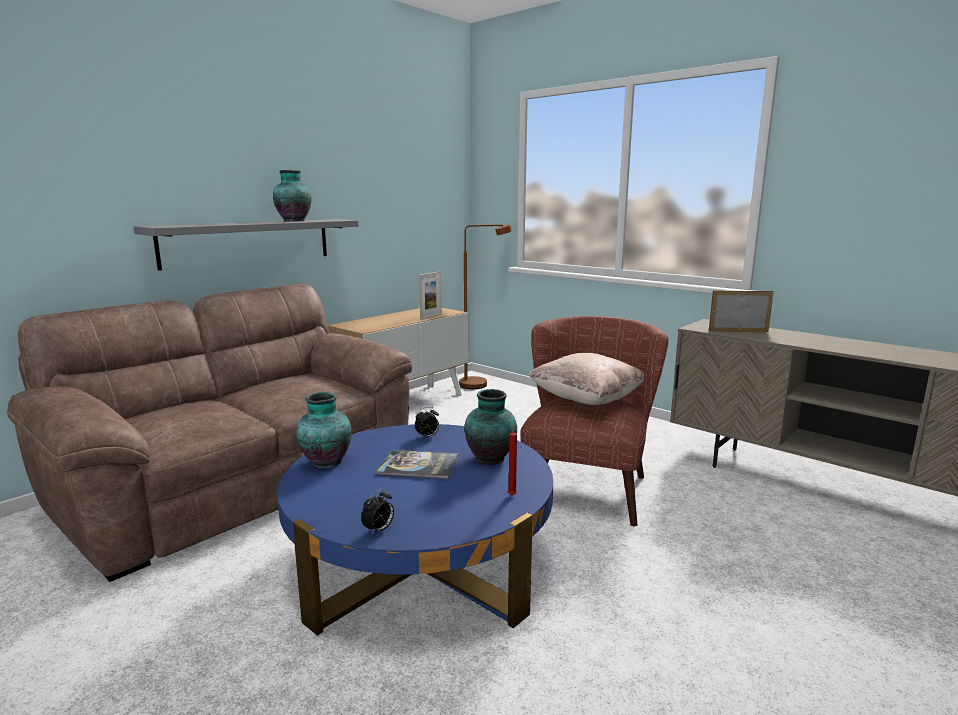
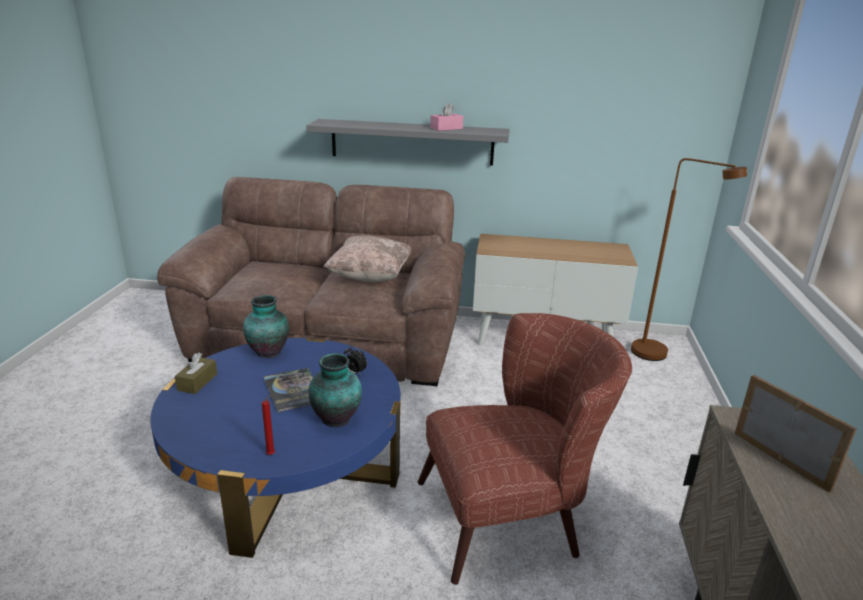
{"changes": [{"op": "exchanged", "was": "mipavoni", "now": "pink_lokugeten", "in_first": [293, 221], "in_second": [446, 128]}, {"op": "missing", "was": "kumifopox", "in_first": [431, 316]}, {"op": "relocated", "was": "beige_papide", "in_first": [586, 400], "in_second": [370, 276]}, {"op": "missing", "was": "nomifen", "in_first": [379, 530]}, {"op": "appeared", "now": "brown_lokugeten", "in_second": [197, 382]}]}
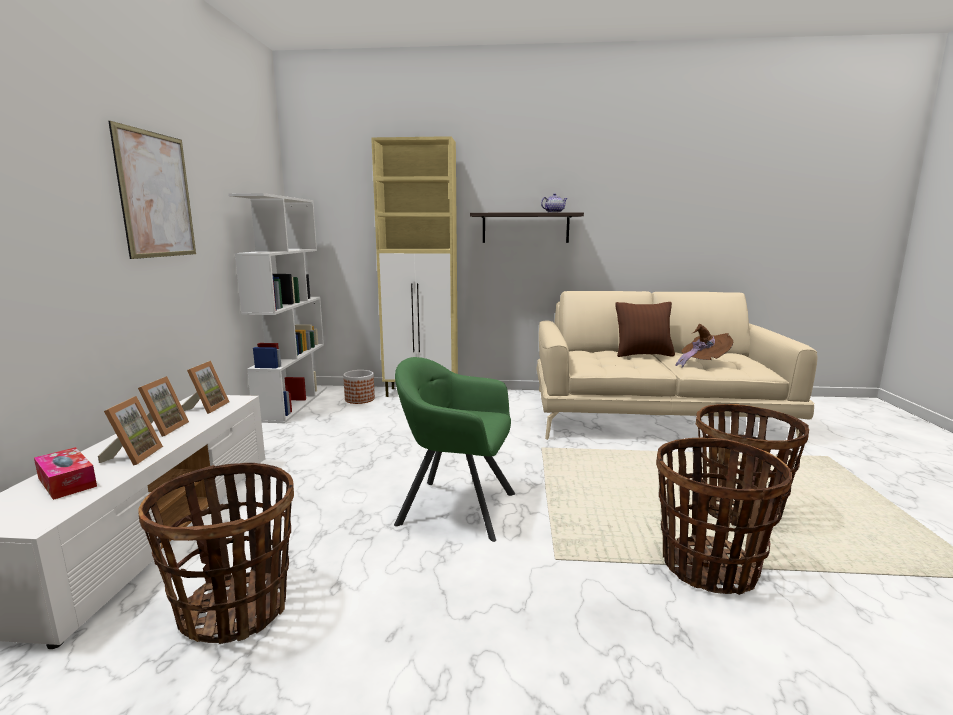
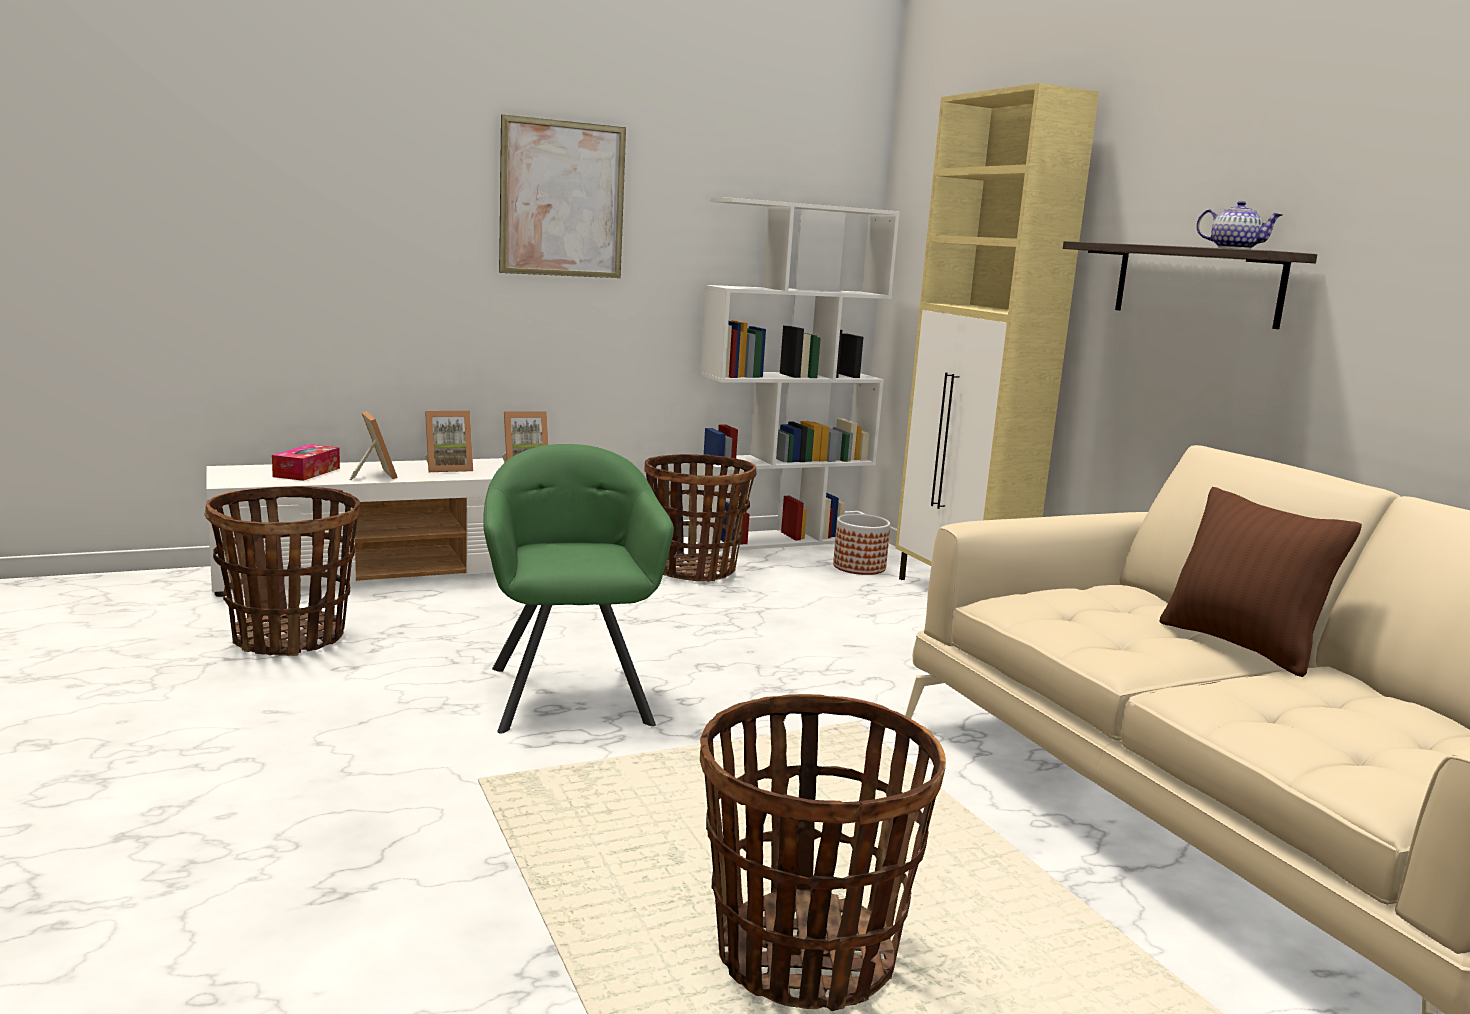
{"changes": [{"op": "missing", "was": "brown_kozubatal", "in_first": [702, 364]}, {"op": "spun", "was": "kumifopox", "in_first": [133, 456], "in_second": [373, 475], "clockwise": -90}, {"op": "relocated", "was": "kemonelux", "in_first": [708, 567], "in_second": [694, 570]}]}
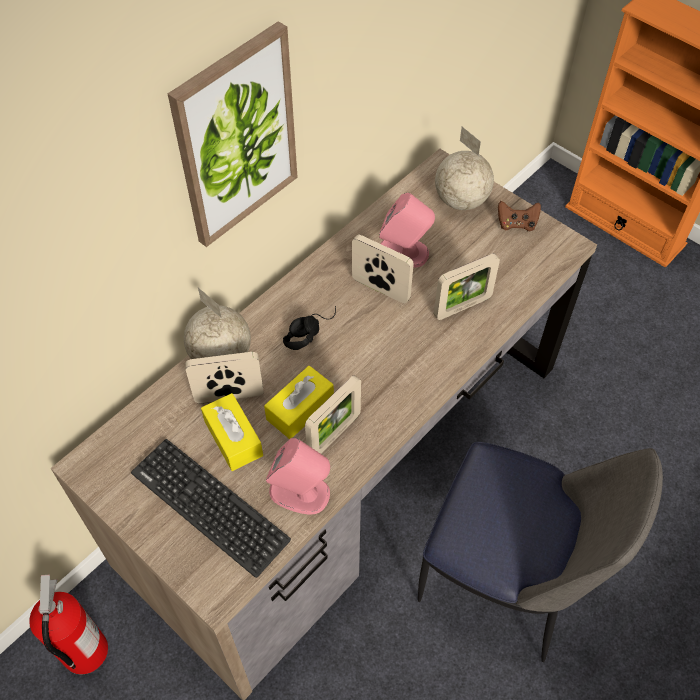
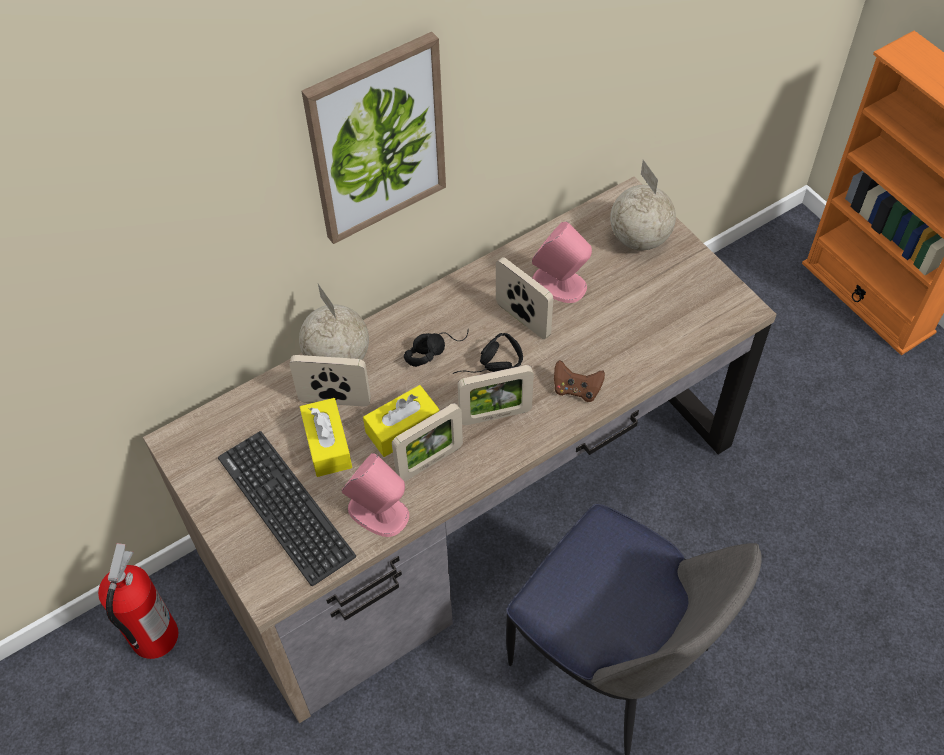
{"changes": [{"op": "relocated", "was": "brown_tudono", "in_first": [516, 224], "in_second": [576, 389]}, {"op": "relocated", "was": "kumifopox", "in_first": [462, 307], "in_second": [495, 415]}, {"op": "appeared", "now": "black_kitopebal", "in_second": [490, 370]}]}
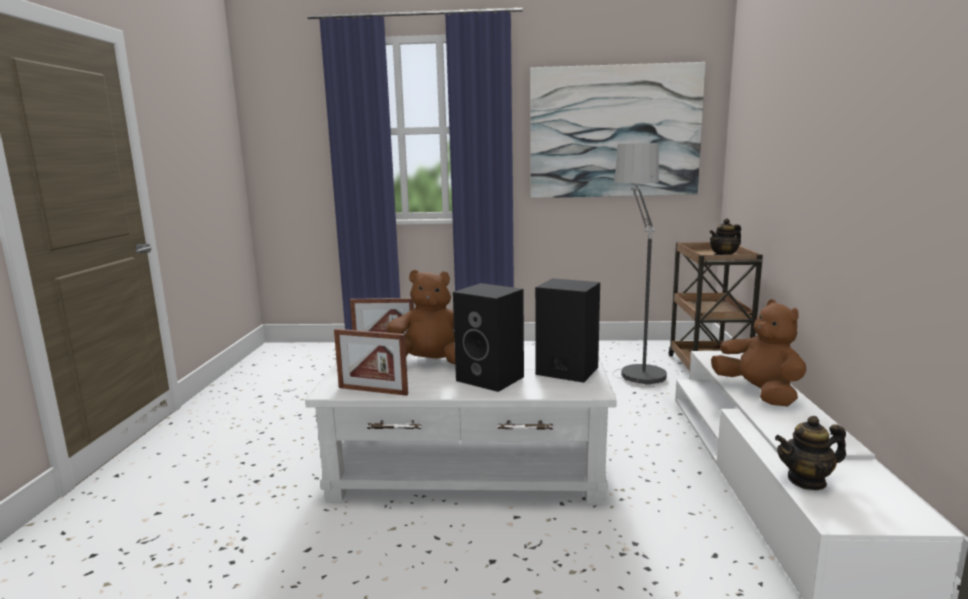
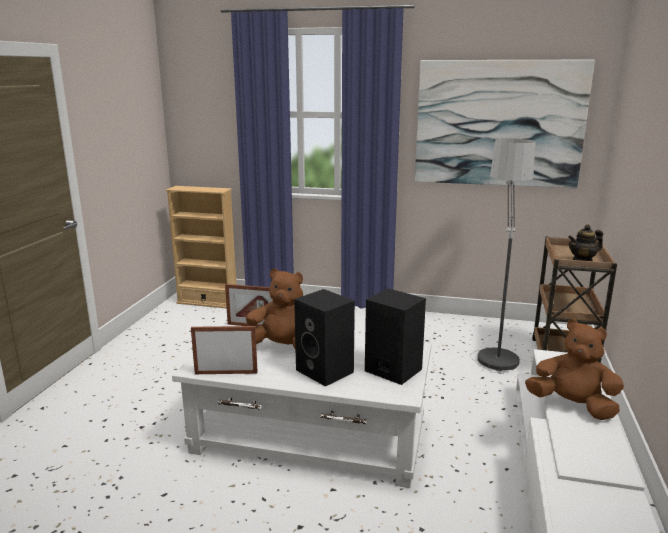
{"changes": [{"op": "spun", "was": "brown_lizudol", "in_first": [759, 393], "in_second": [572, 406], "clockwise": -45}, {"op": "spun", "was": "kumifopox", "in_first": [373, 391], "in_second": [226, 373], "clockwise": 150}, {"op": "missing", "was": "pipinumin", "in_first": [807, 481]}, {"op": "appeared", "now": "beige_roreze", "in_second": [207, 302]}]}
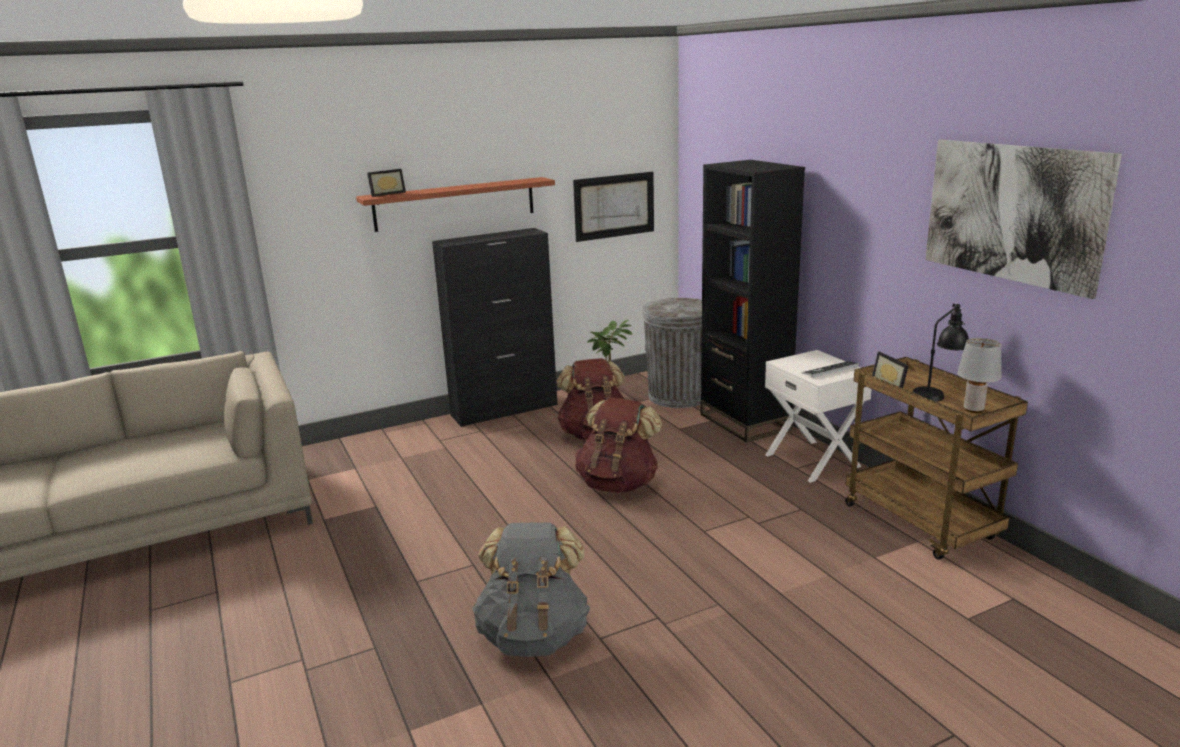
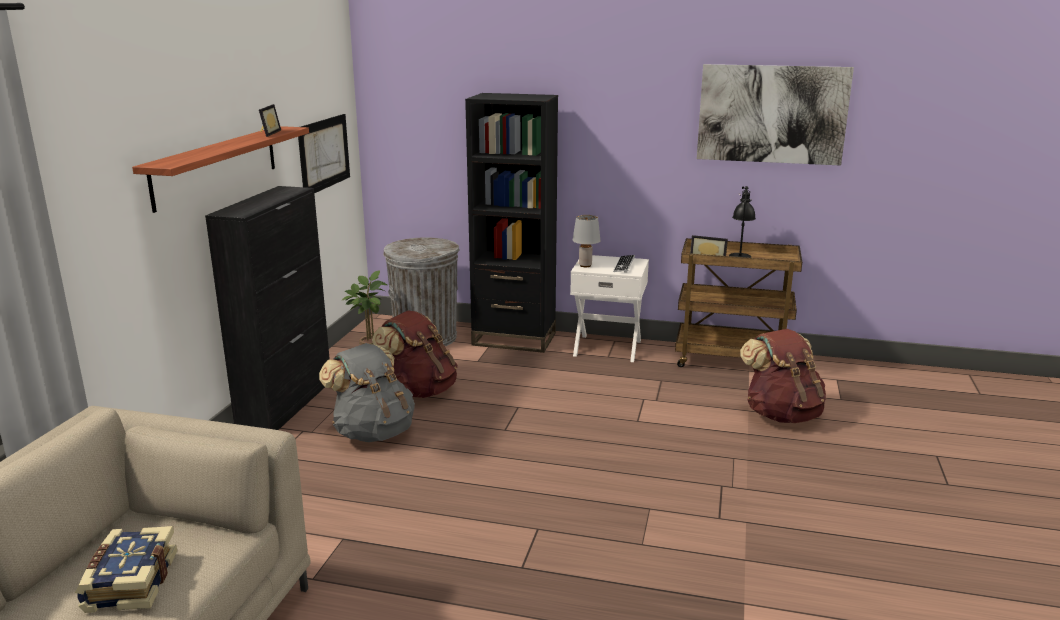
{"changes": [{"op": "relocated", "was": "kumifopox", "in_first": [386, 194], "in_second": [267, 133]}, {"op": "relocated", "was": "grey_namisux", "in_first": [973, 409], "in_second": [585, 265]}, {"op": "relocated", "was": "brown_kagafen", "in_first": [618, 483], "in_second": [781, 414]}, {"op": "relocated", "was": "grey_kagafen", "in_first": [534, 635], "in_second": [373, 432]}, {"op": "appeared", "now": "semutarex", "in_second": [129, 582]}]}
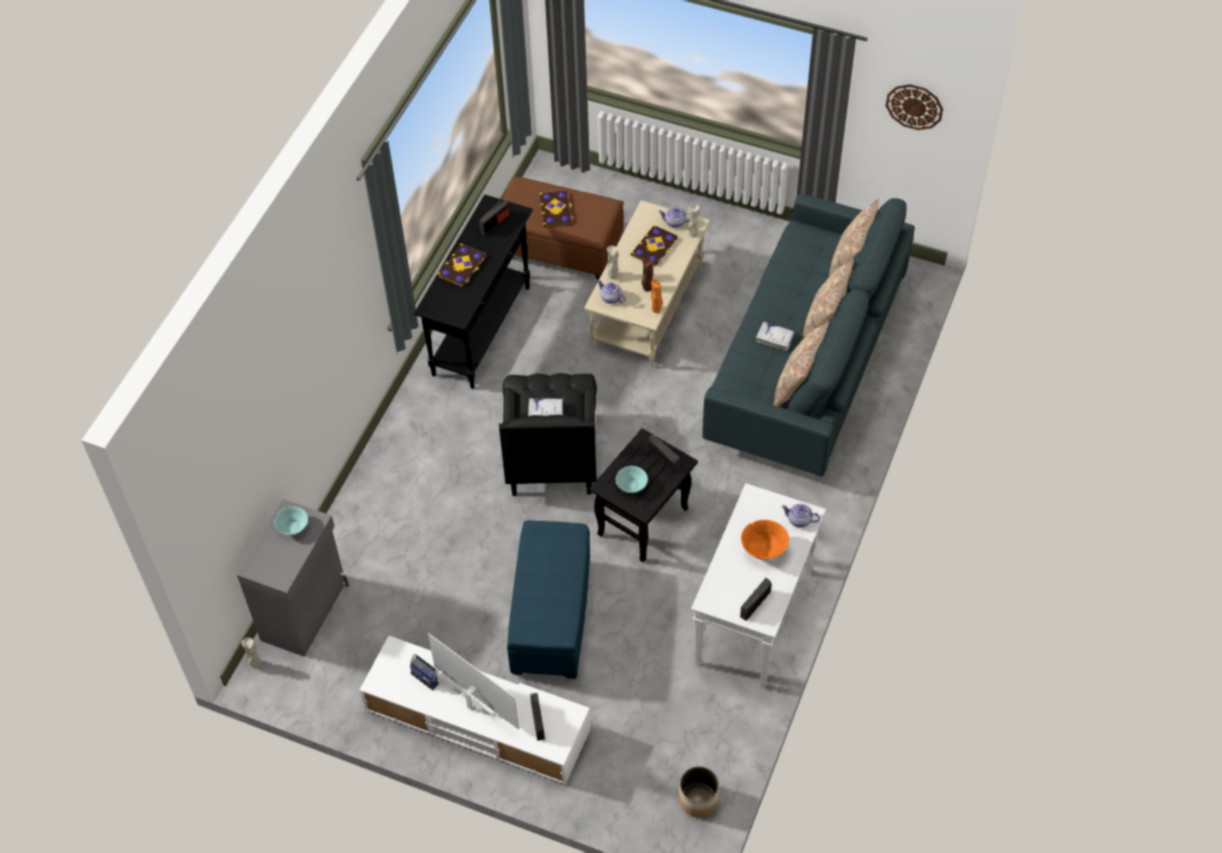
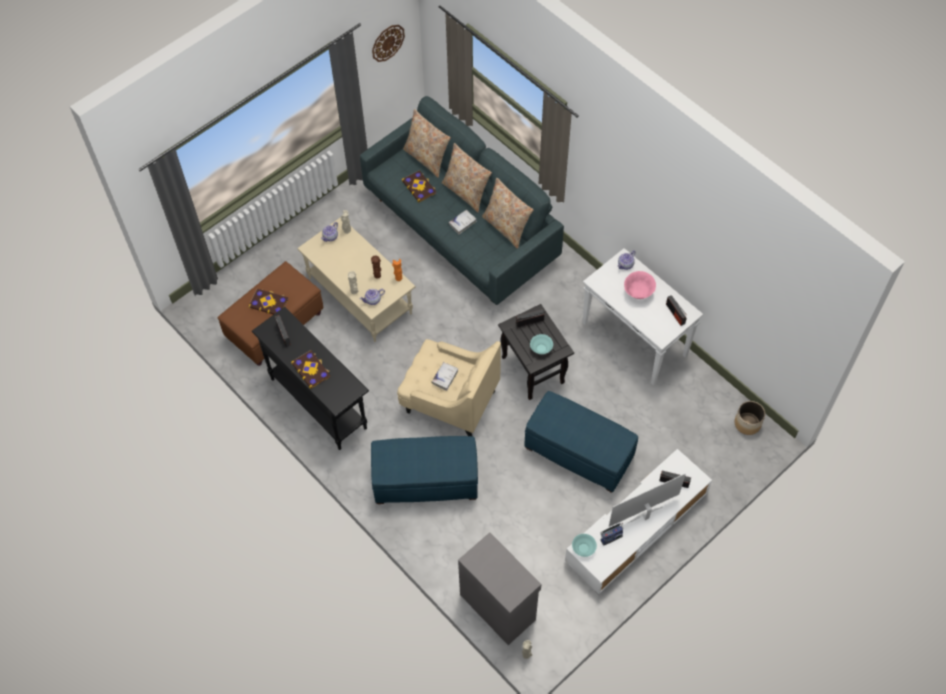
{"changes": [{"op": "relocated", "was": "semutarex", "in_first": [655, 247], "in_second": [419, 187]}, {"op": "colour", "was": "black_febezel", "now": "beige_febezel", "in_first": [551, 454], "in_second": [450, 401]}, {"op": "relocated", "was": "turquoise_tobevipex", "in_first": [292, 527], "in_second": [583, 548]}, {"op": "colour", "was": "orange_tobevipex", "now": "pink_tobevipex", "in_first": [763, 550], "in_second": [638, 293]}, {"op": "appeared", "now": "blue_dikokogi", "in_second": [425, 481]}]}
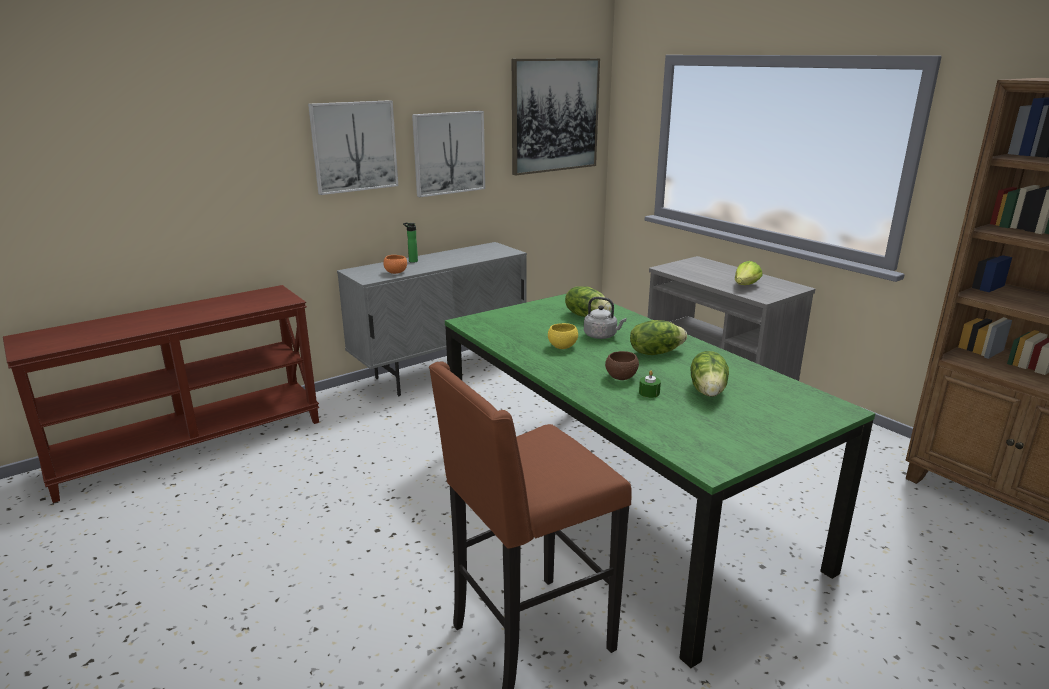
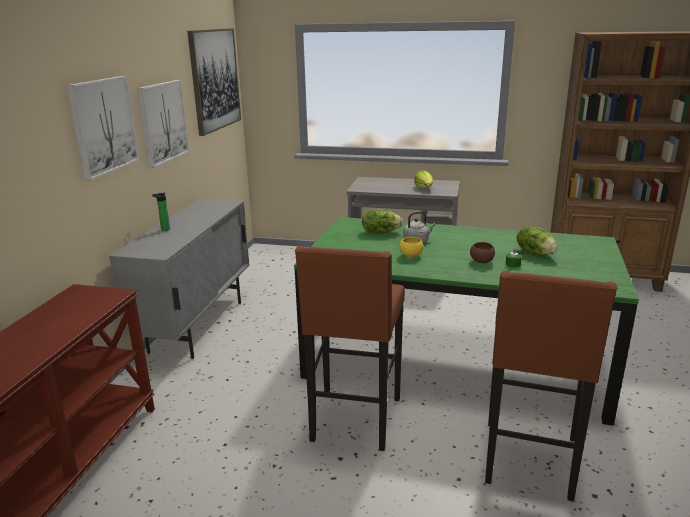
{"changes": [{"op": "missing", "was": "orange_tobevipex", "in_first": [395, 272]}, {"op": "missing", "was": "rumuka", "in_first": [655, 352]}, {"op": "appeared", "now": "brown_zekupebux", "in_second": [354, 421]}]}
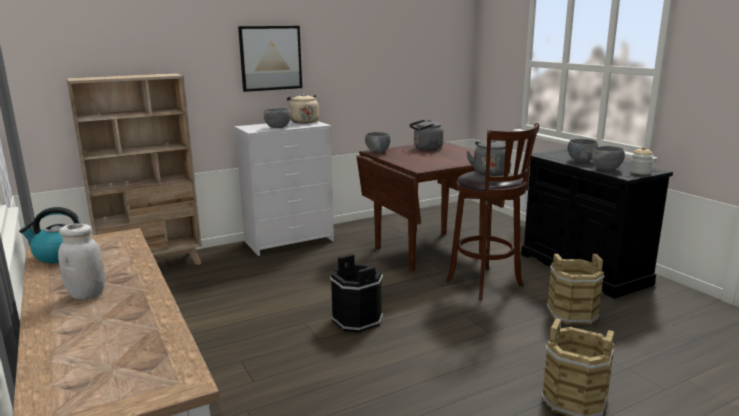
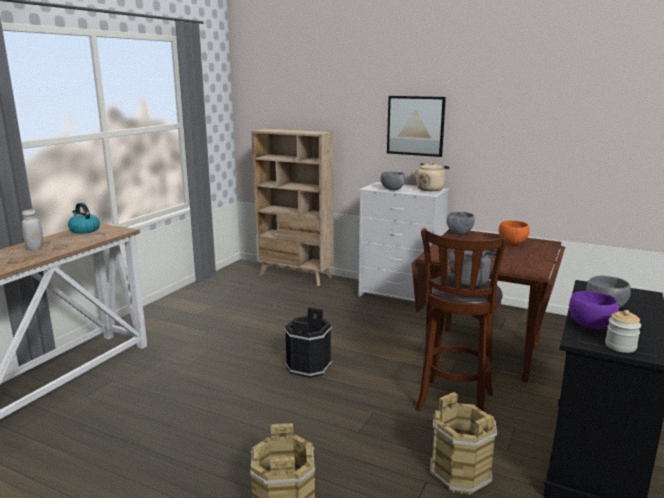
{"changes": [{"op": "exchanged", "was": "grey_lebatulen", "now": "orange_tobevipex", "in_first": [426, 148], "in_second": [512, 243]}, {"op": "colour", "was": "grey_tobevipex", "now": "purple_tobevipex", "in_first": [606, 169], "in_second": [590, 326]}]}
